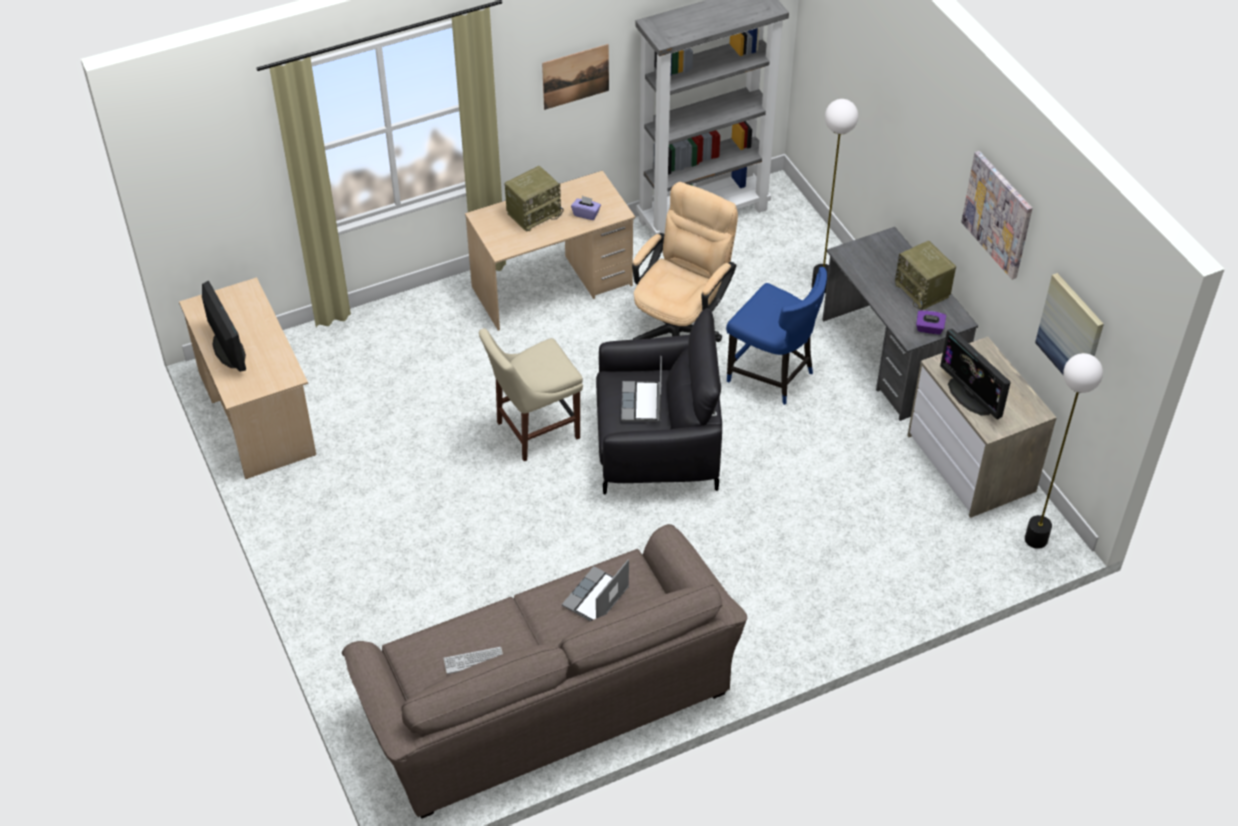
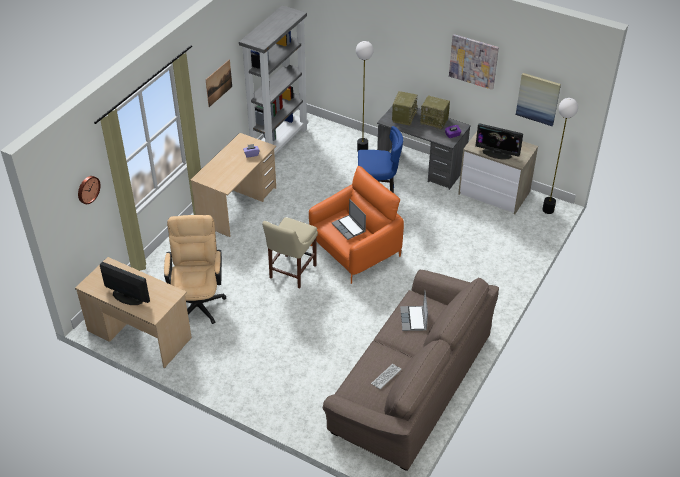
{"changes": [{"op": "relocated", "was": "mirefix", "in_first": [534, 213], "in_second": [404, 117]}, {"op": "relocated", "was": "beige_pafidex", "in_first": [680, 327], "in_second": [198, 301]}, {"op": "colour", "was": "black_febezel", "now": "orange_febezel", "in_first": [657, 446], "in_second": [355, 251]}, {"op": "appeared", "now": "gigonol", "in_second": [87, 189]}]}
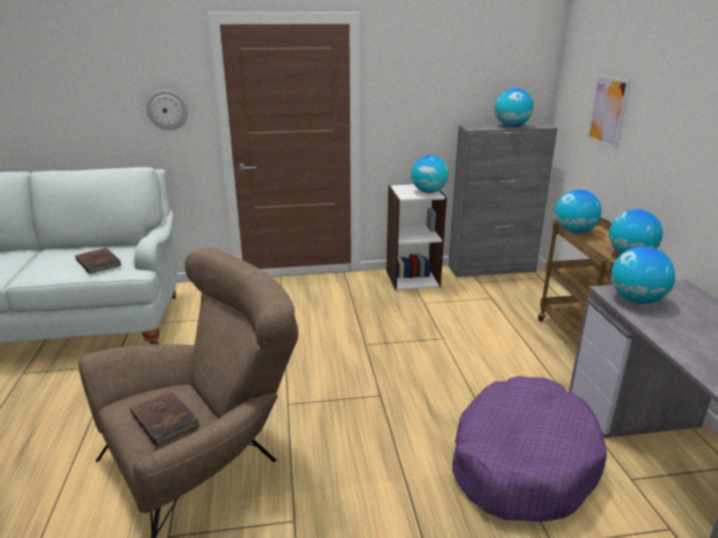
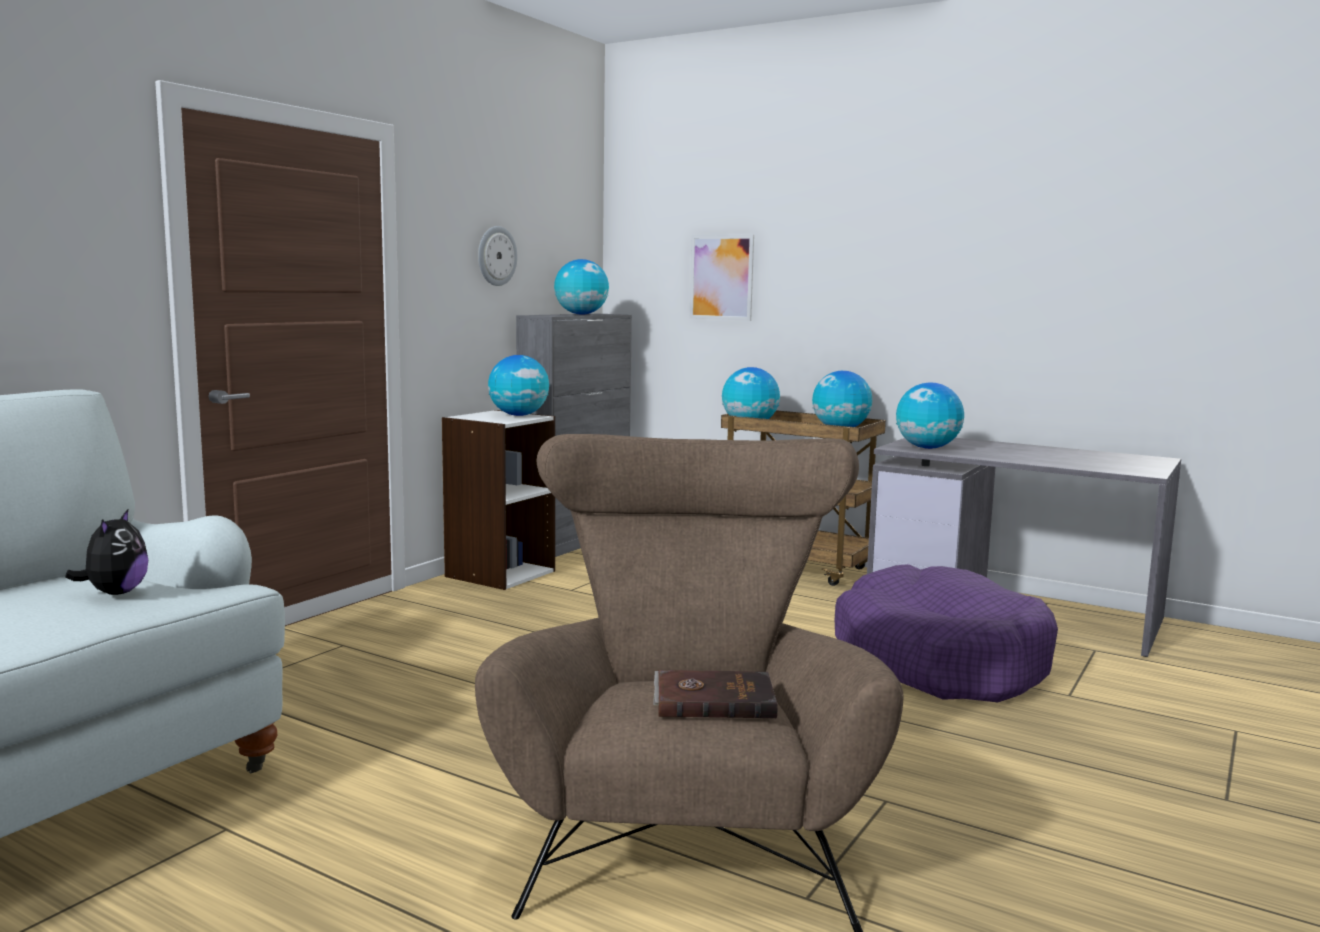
{"changes": [{"op": "relocated", "was": "gigonol", "in_first": [167, 110], "in_second": [496, 256]}, {"op": "exchanged", "was": "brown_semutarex", "now": "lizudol", "in_first": [99, 262], "in_second": [115, 593]}]}
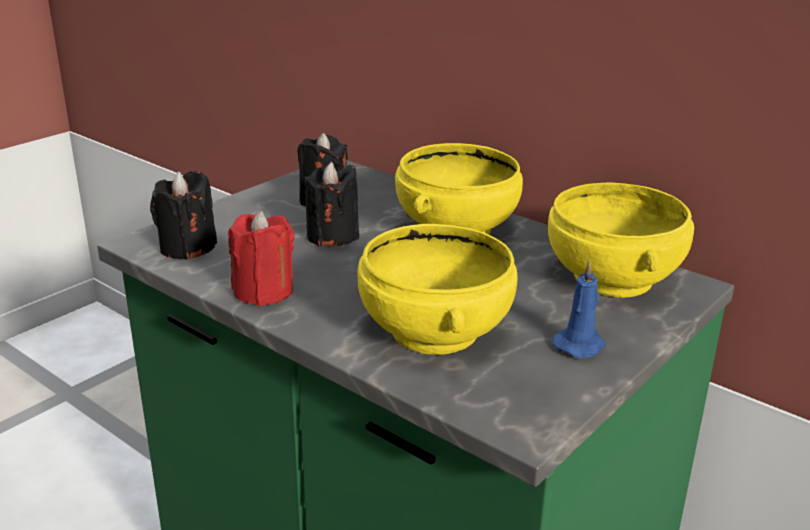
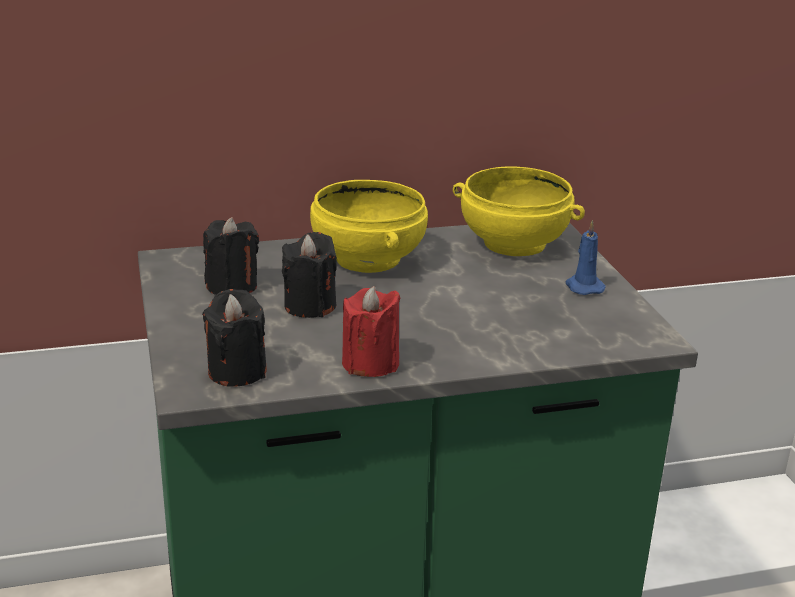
{"changes": [{"op": "missing", "was": "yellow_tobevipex", "in_first": [432, 332]}]}
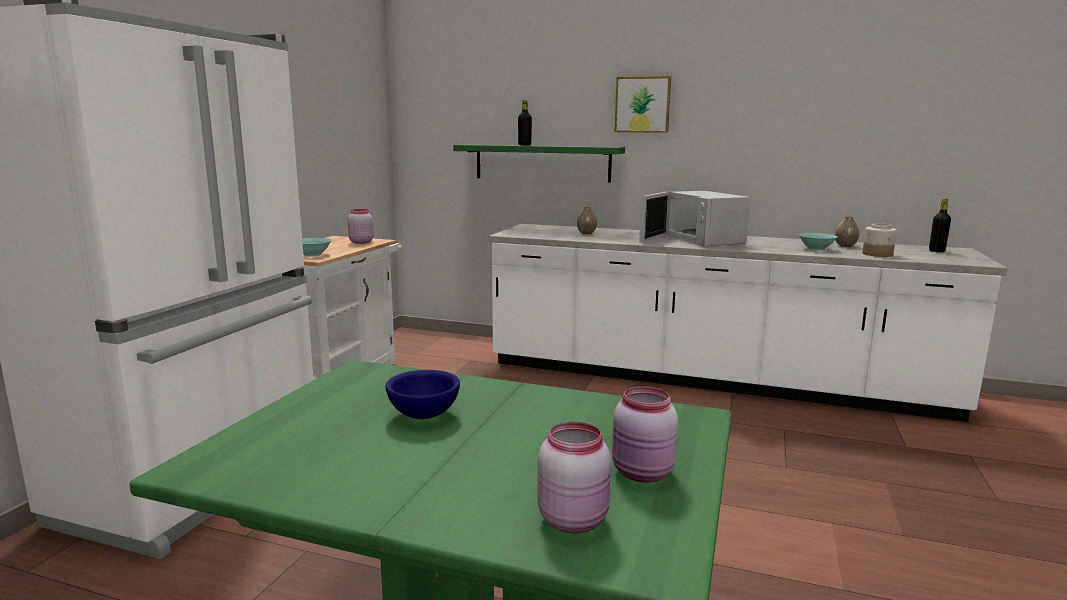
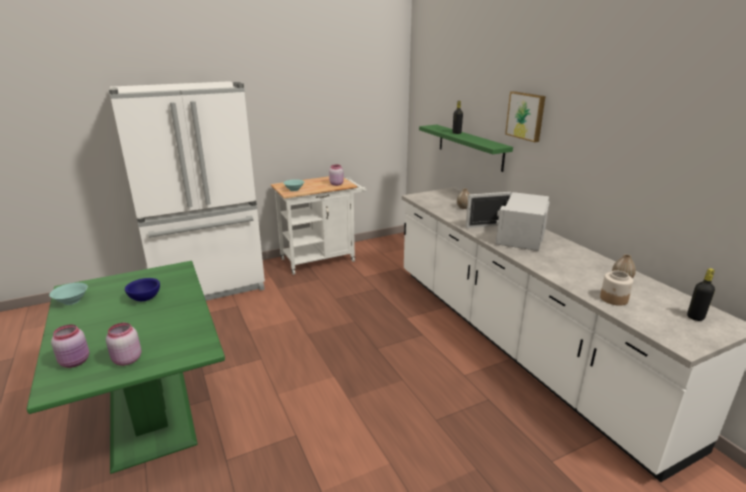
{"changes": [{"op": "relocated", "was": "turquoise_tobevipex", "in_first": [816, 249], "in_second": [71, 301]}]}
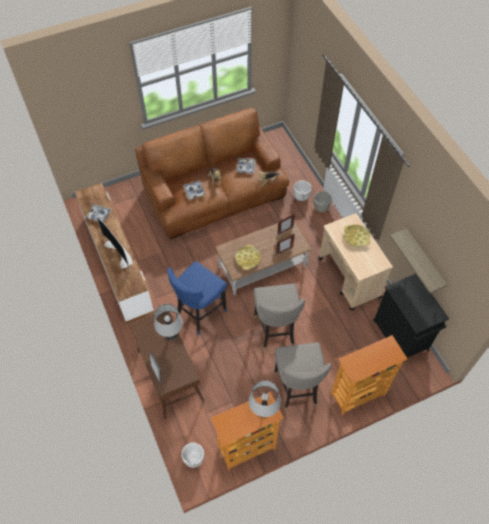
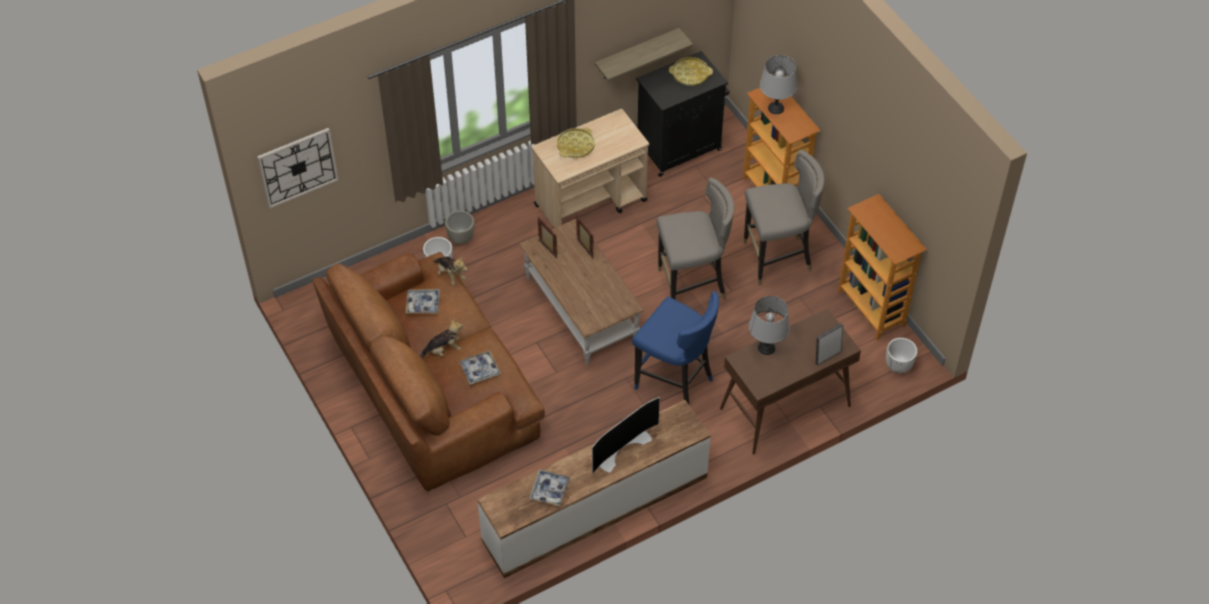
{"changes": [{"op": "relocated", "was": "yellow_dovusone", "in_first": [248, 259], "in_second": [690, 74]}, {"op": "relocated", "was": "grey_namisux", "in_first": [264, 411], "in_second": [776, 108]}, {"op": "appeared", "now": "gigonol", "in_second": [298, 167]}]}
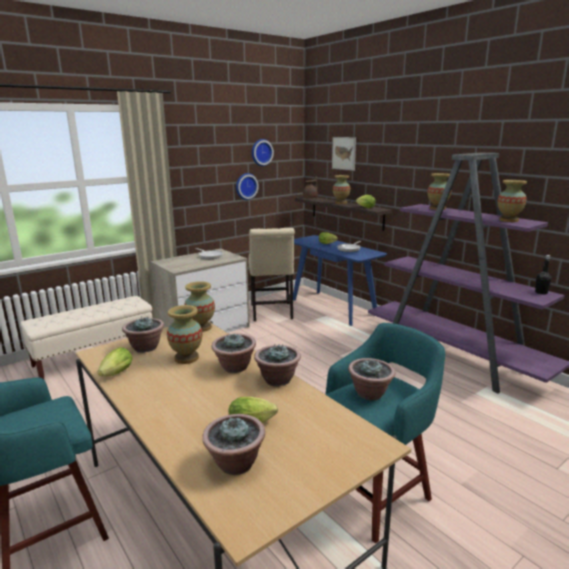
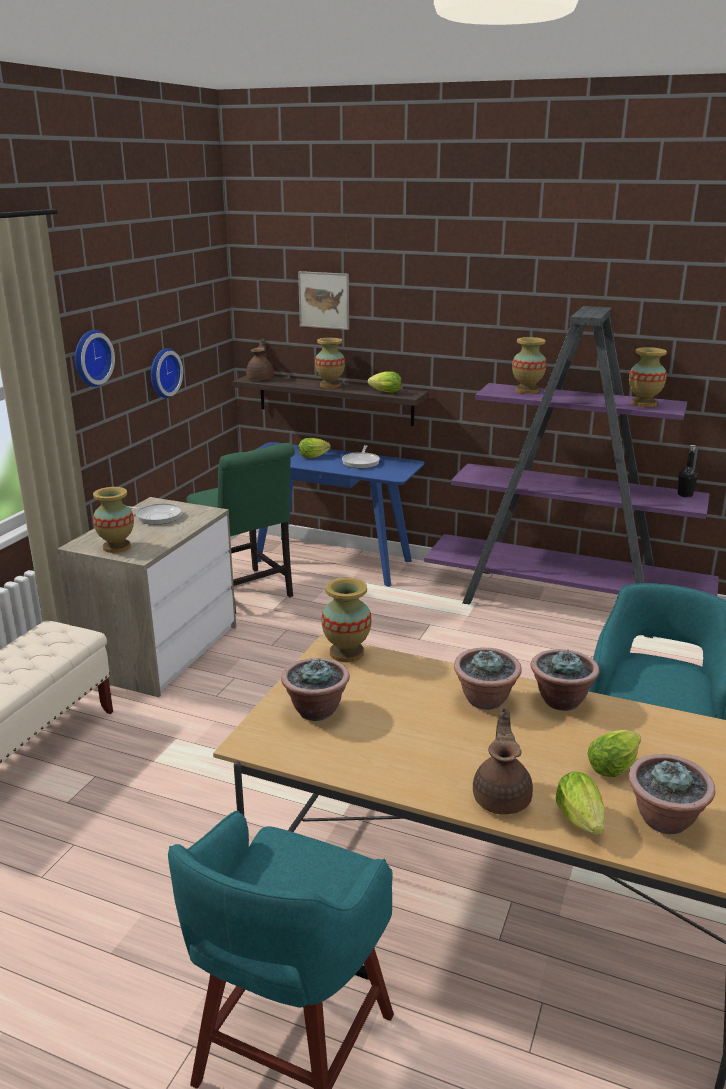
{"changes": [{"op": "relocated", "was": "gigonol", "in_first": [261, 152], "in_second": [90, 358]}, {"op": "colour", "was": "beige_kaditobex", "now": "green_kaditobex", "in_first": [271, 313], "in_second": [246, 594]}, {"op": "relocated", "was": "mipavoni", "in_first": [186, 358], "in_second": [116, 547]}, {"op": "relocated", "was": "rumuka", "in_first": [115, 375], "in_second": [581, 823]}, {"op": "missing", "was": "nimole", "in_first": [370, 393]}, {"op": "appeared", "now": "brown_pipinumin", "in_second": [502, 797]}]}
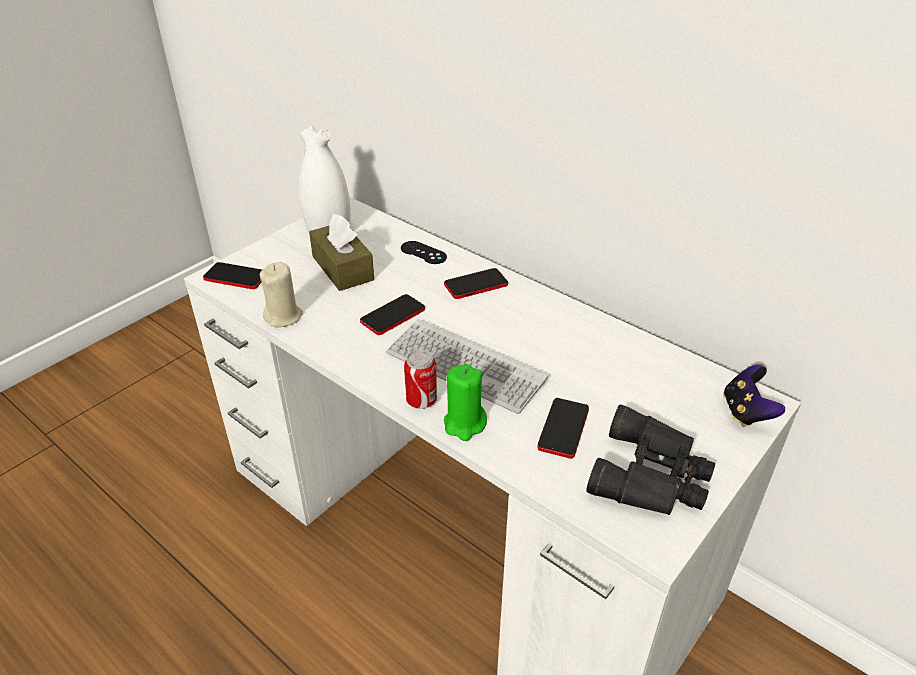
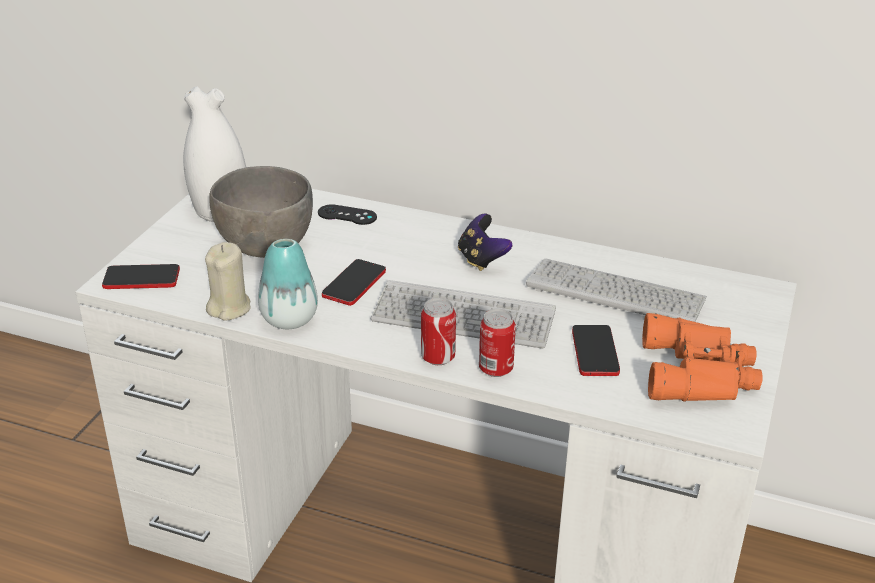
{"changes": [{"op": "exchanged", "was": "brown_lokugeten", "now": "grey_tobevipex", "in_first": [342, 268], "in_second": [264, 247]}, {"op": "missing", "was": "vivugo", "in_first": [475, 285]}, {"op": "exchanged", "was": "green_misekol", "now": "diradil", "in_first": [464, 424], "in_second": [495, 369]}, {"op": "relocated", "was": "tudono", "in_first": [746, 412], "in_second": [481, 260]}, {"op": "colour", "was": "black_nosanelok", "now": "orange_nosanelok", "in_first": [653, 475], "in_second": [700, 373]}, {"op": "appeared", "now": "mipavoni", "in_second": [289, 319]}, {"op": "appeared", "now": "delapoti", "in_second": [615, 294]}]}
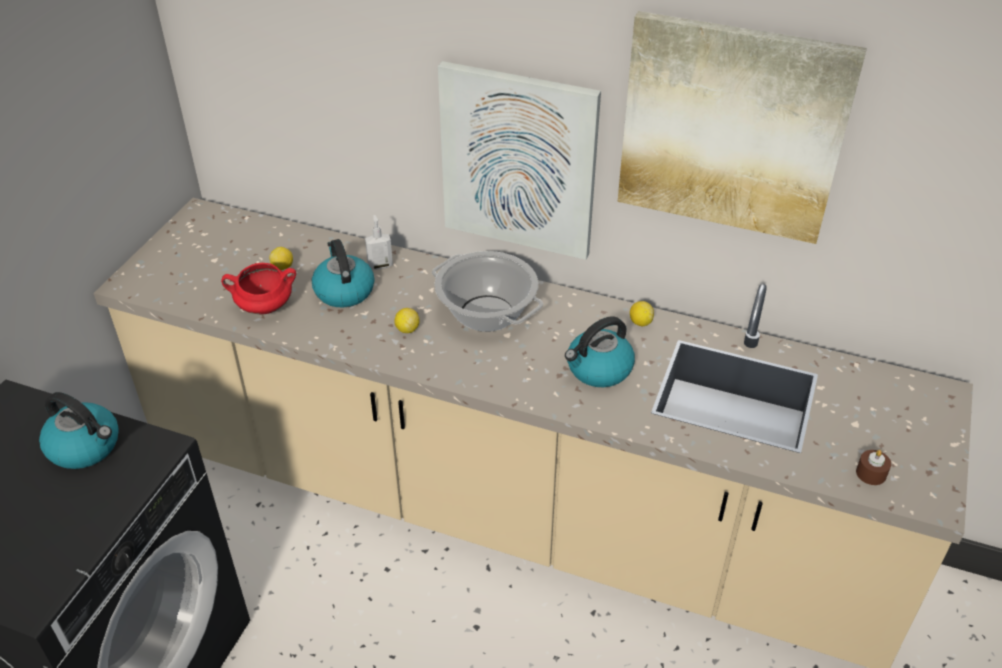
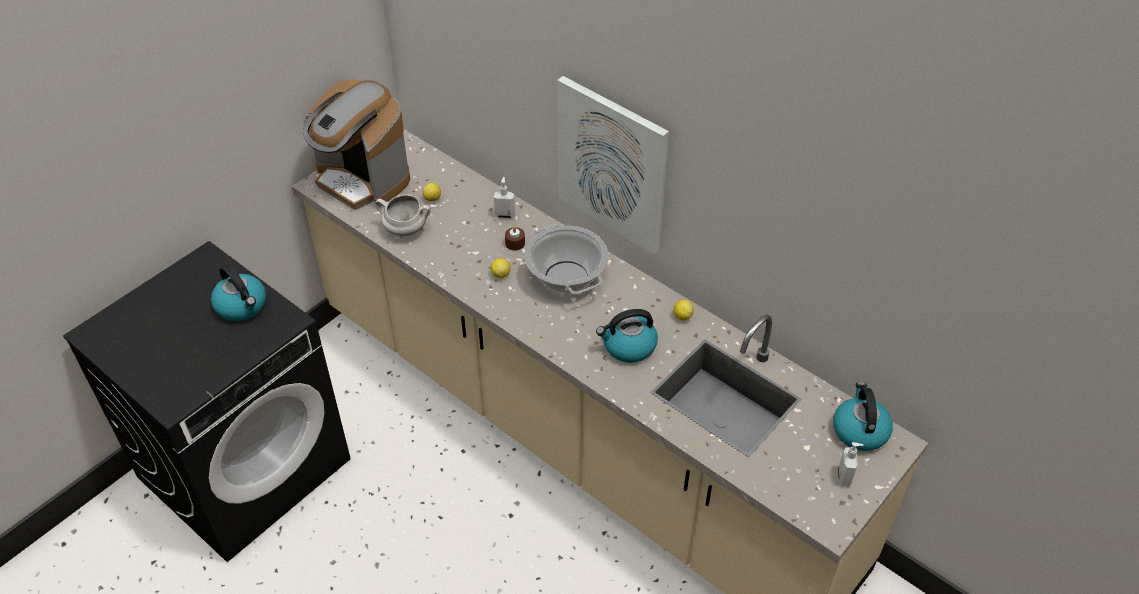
{"changes": [{"op": "missing", "was": "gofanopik", "in_first": [731, 128]}, {"op": "relocated", "was": "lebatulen", "in_first": [343, 291], "in_second": [859, 430]}, {"op": "colour", "was": "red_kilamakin", "now": "white_kilamakin", "in_first": [264, 307], "in_second": [405, 229]}, {"op": "relocated", "was": "brown_misekol", "in_first": [871, 473], "in_second": [515, 243]}, {"op": "appeared", "now": "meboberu", "in_second": [362, 180]}, {"op": "appeared", "now": "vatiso", "in_second": [845, 477]}]}
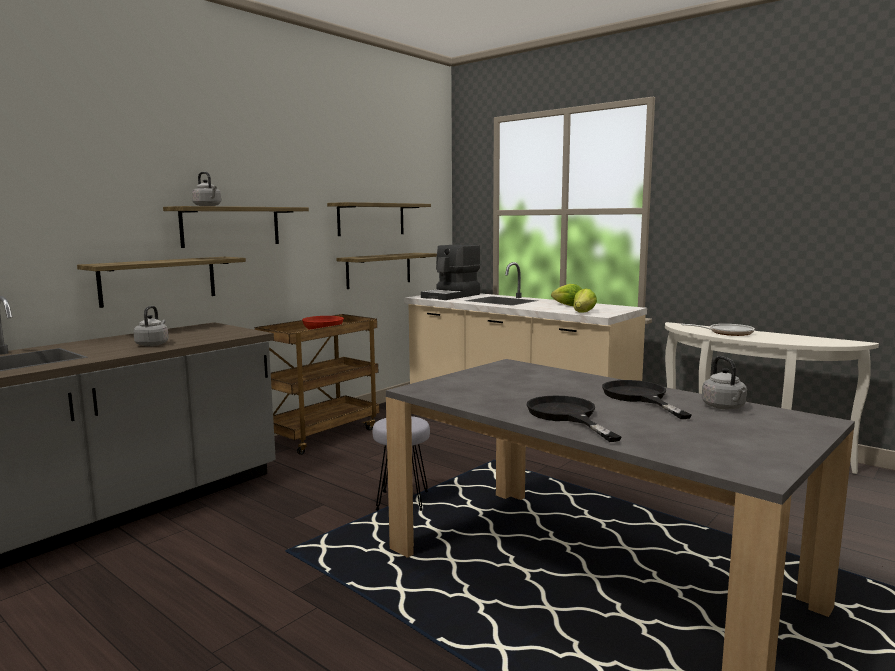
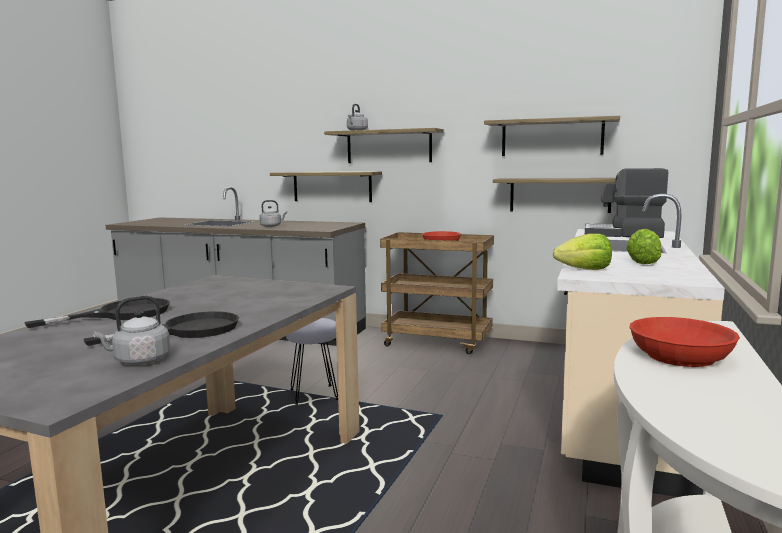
{"changes": [{"op": "exchanged", "was": "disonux", "now": "red_tobevipex", "in_first": [727, 333], "in_second": [680, 356]}]}
